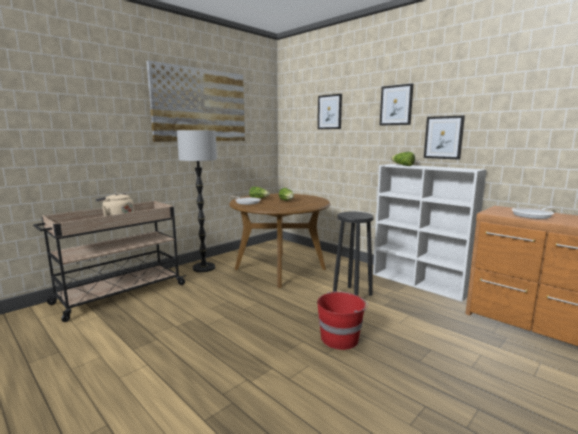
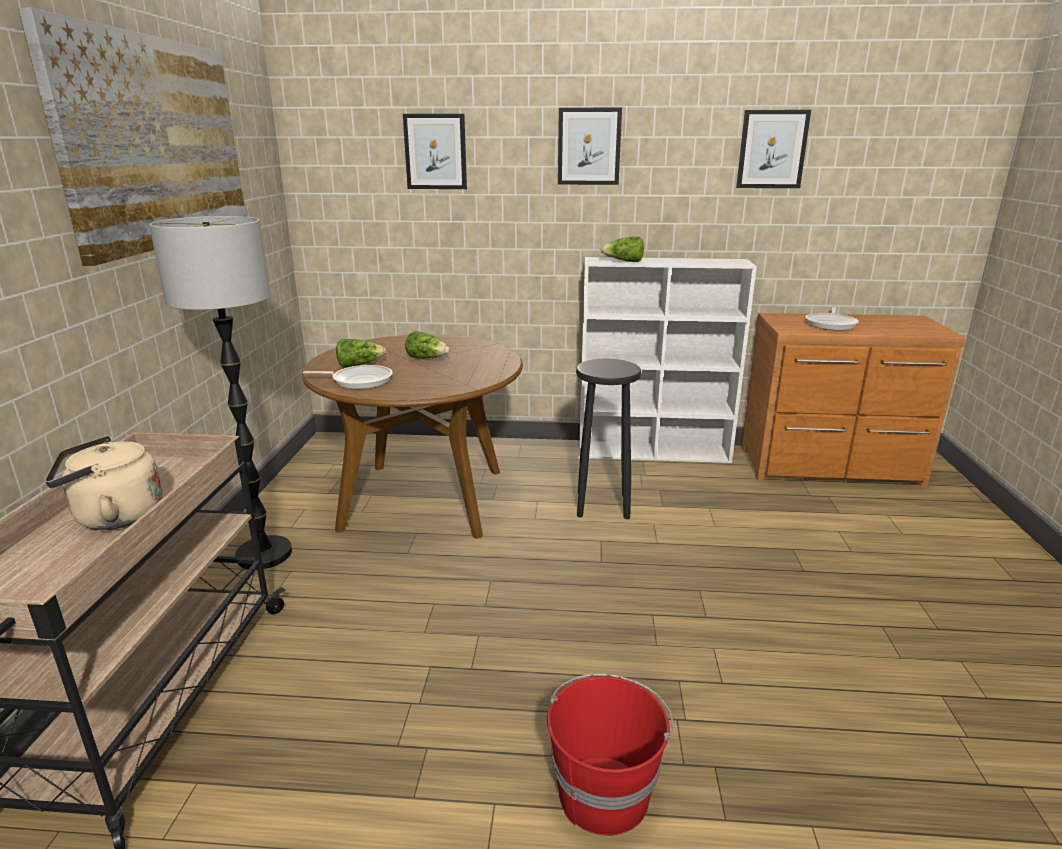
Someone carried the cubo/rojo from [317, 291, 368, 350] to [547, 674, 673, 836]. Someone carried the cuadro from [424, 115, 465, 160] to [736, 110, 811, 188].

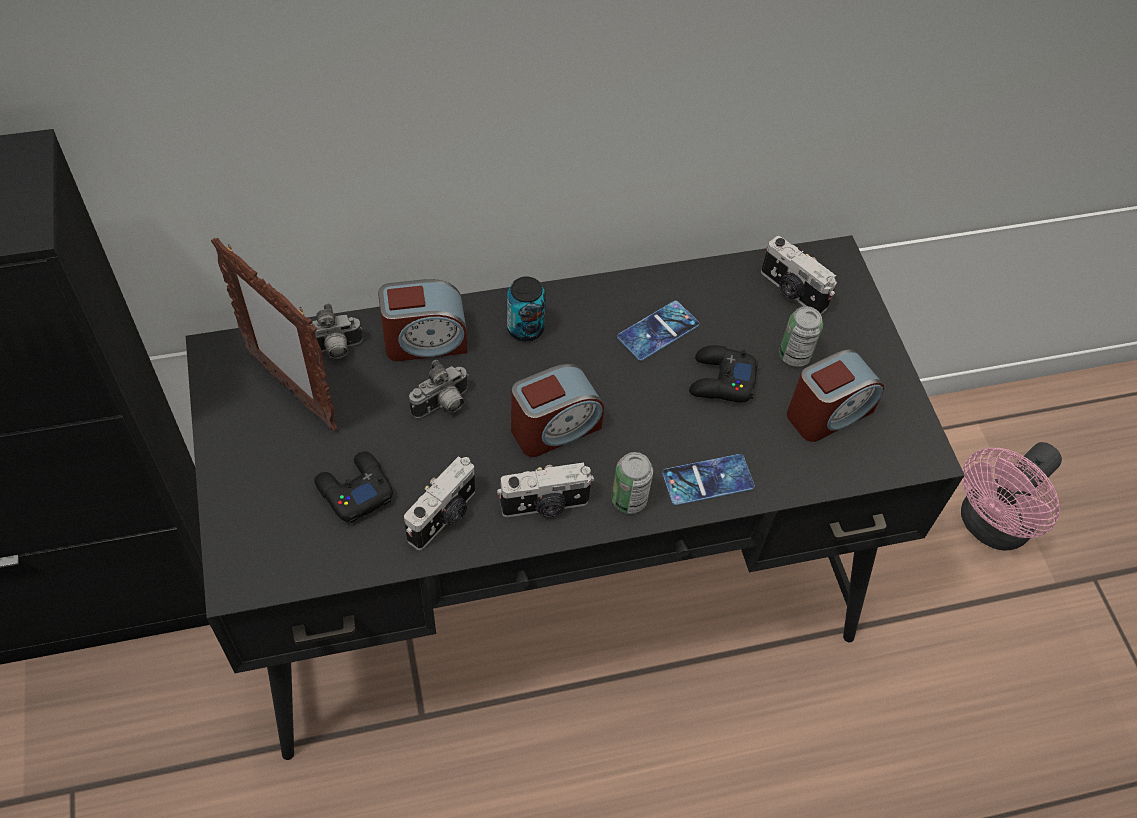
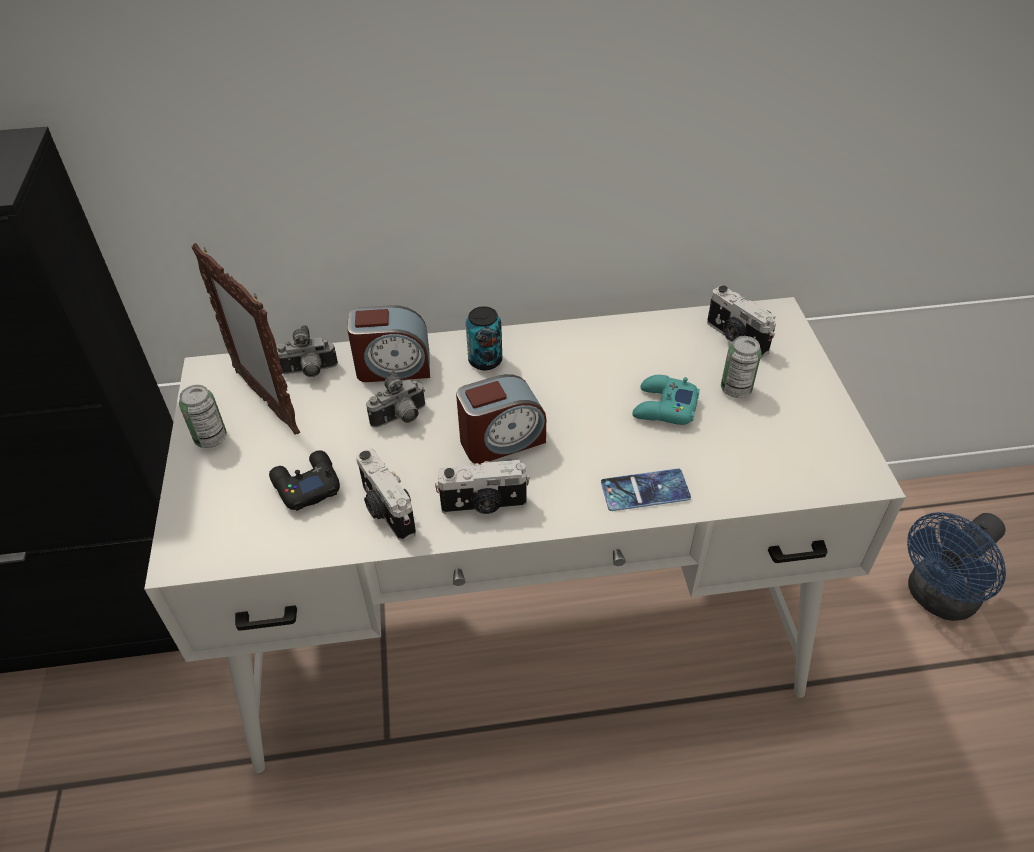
Someone repainted the escritorio/negro at [186, 235, 965, 760], which became the escritorio/blanco at [144, 297, 906, 773]. Someone carried the lata from [612, 452, 653, 514] to [179, 385, 227, 448]. Someone rotated the cámara at [404, 456, 475, 550] by 105 degrees clockwise. Someone repainted the mando de consola/negro at [689, 345, 759, 402], which became the mando de consola/turquesa at [632, 375, 700, 425]. Someone repainted the ventilador/rosa at [961, 442, 1062, 551], which became the ventilador/azul at [907, 512, 1006, 621]. Someone took away the móvil at [617, 301, 699, 361]. Someone took away the despertador at [787, 349, 884, 442].

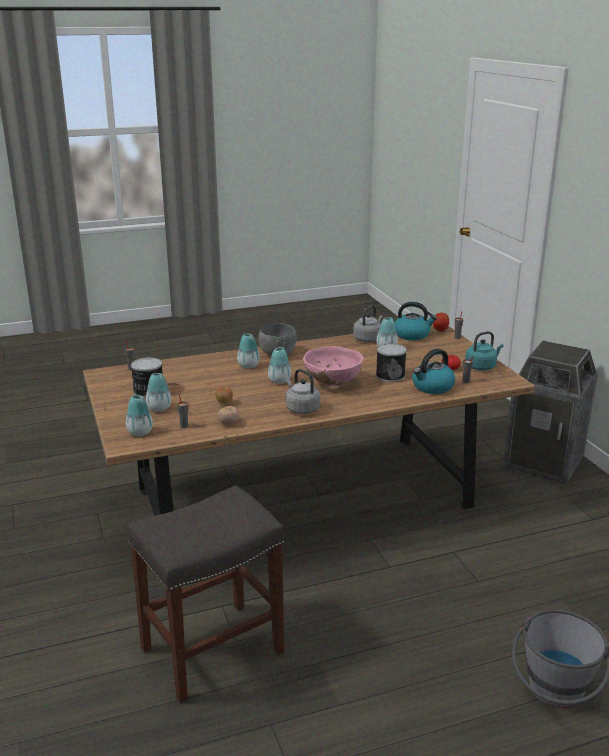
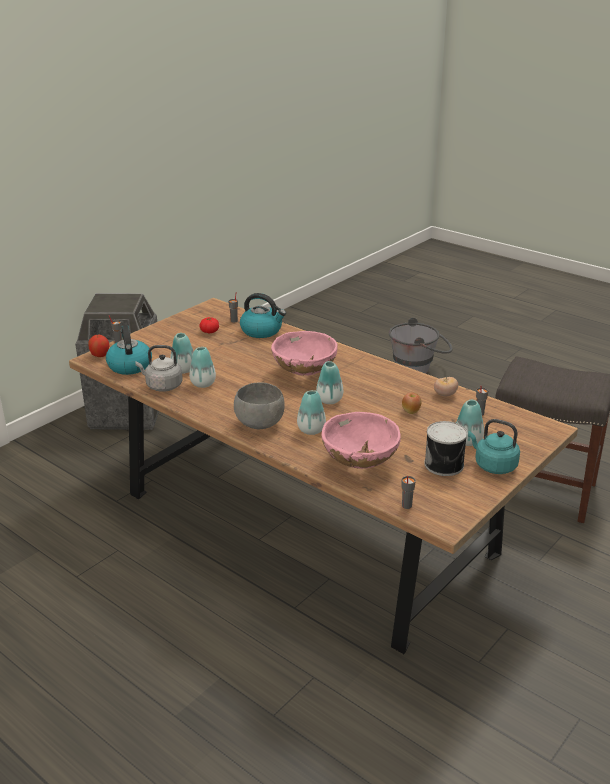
Someone carried the florero from [126, 395, 153, 436] to [189, 347, 216, 388]. Someone put down the cuenco/rosa at [321, 412, 401, 469]. Someone carried the hervidor/turquesa from [465, 331, 504, 370] to [468, 419, 520, 474]. Someone took away the hervidor/gris at [286, 369, 320, 414]. Someone took away the lata at [376, 343, 407, 382].

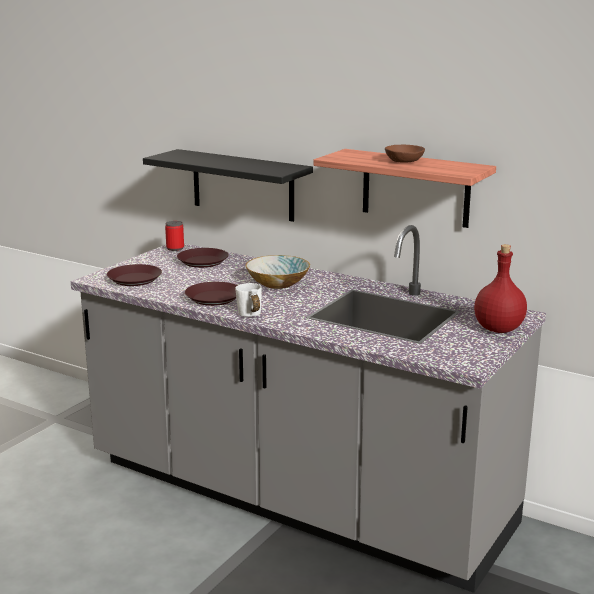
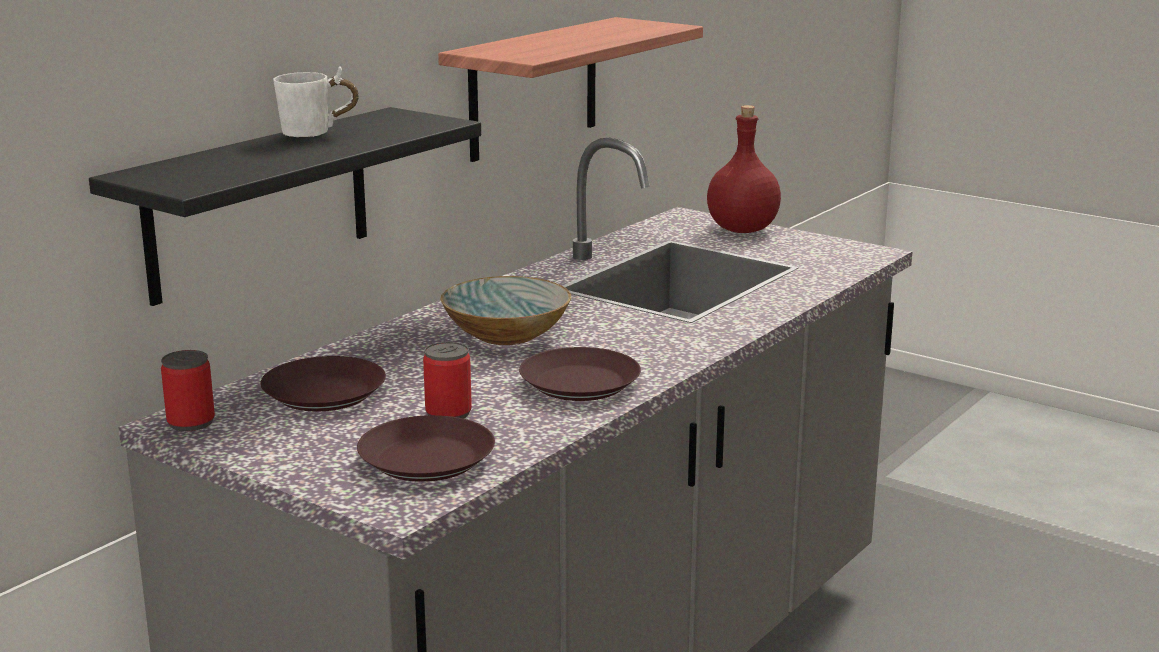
Someone carried the taza grande/blanco from [235, 283, 262, 317] to [273, 66, 359, 137]. Someone put down the lata at [423, 342, 472, 419]. Someone took away the cuenco/marrón at [385, 145, 425, 163].

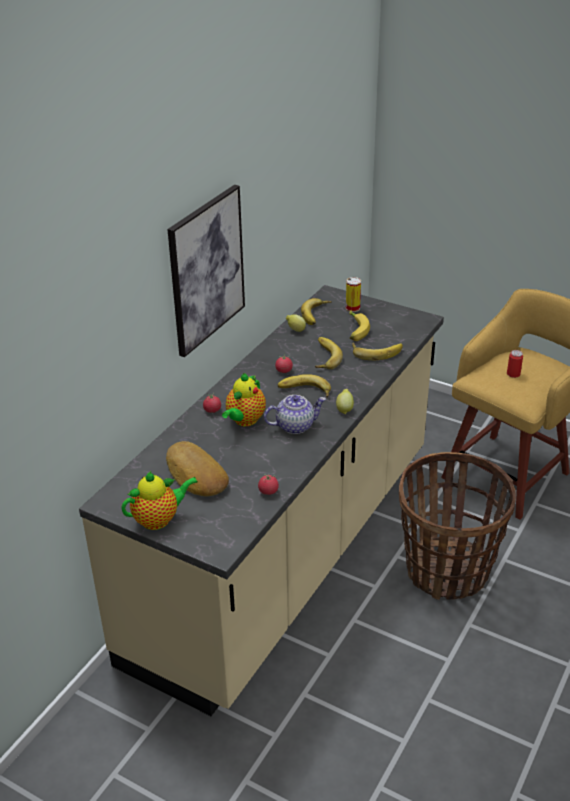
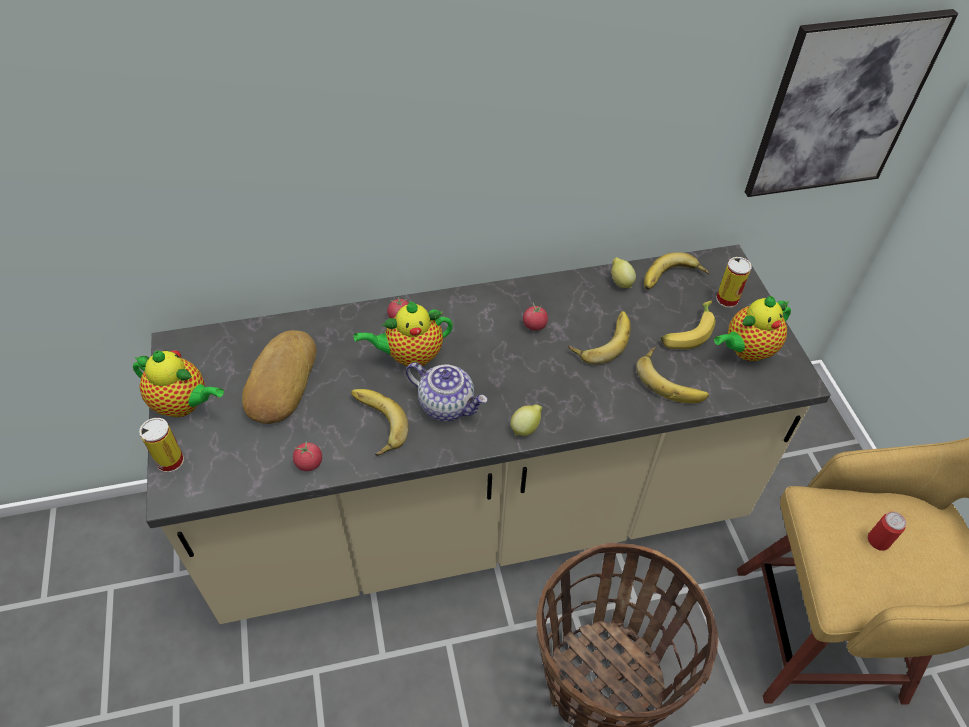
Someone put down the lata at [139, 418, 184, 473]. Someone carried the plátano from [278, 374, 331, 397] to [351, 389, 409, 456]. Someone put down the tetera at [714, 296, 791, 361]. Someone carried the cuadro from [167, 185, 245, 357] to [745, 9, 958, 197].

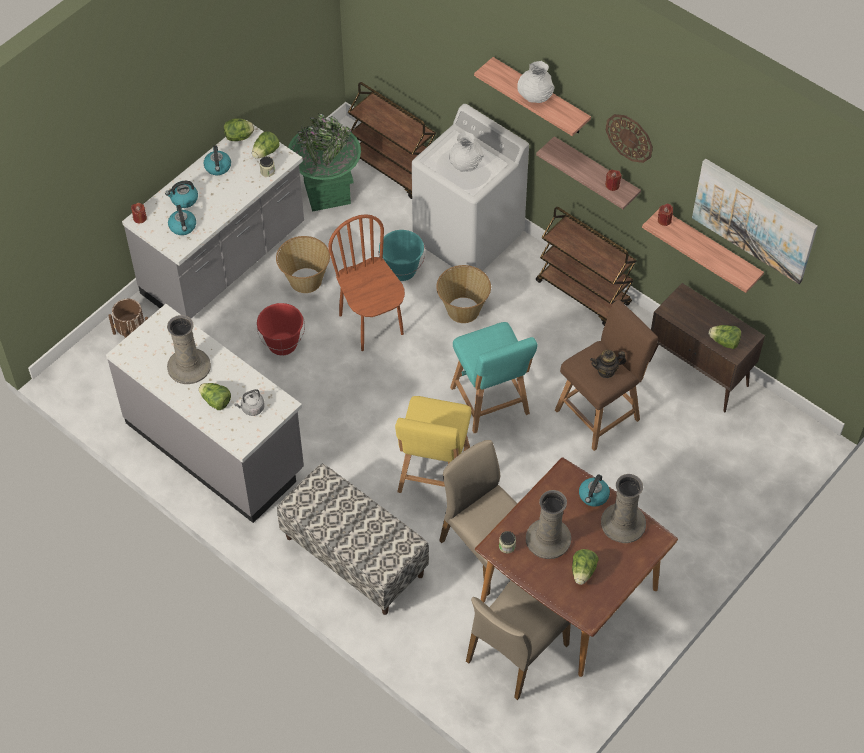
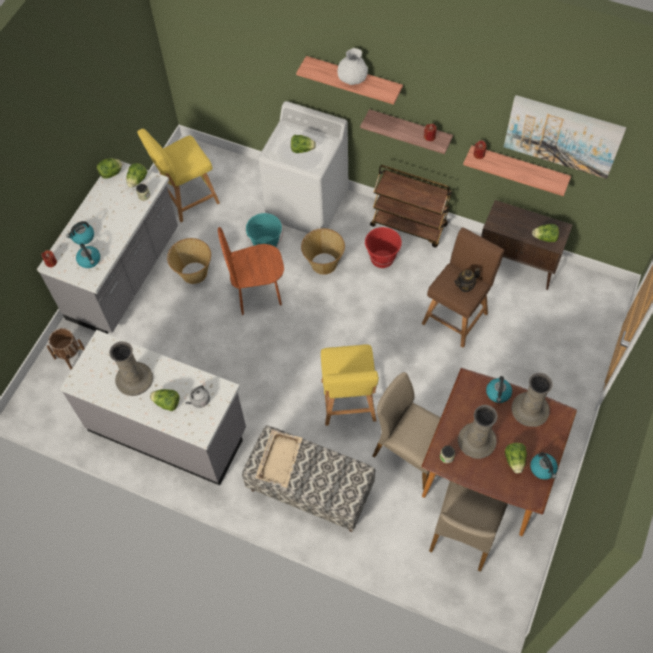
Someone swapped the maceta/verde at [288, 113, 361, 212] for the taburete/amarillo at [137, 129, 220, 222]. Someone rotated the silla/marrón at [328, 214, 405, 351] by 60 degrees counterclockwise. Someone put down the bandeja/beis at [255, 430, 303, 488]. Someone swapped the florero/blanco at [449, 131, 484, 172] for the lechuga at [291, 135, 316, 153]. Someone carried the cubo/rojo from [257, 303, 305, 355] to [365, 227, 402, 268]. Someone carried the hervidor from [204, 145, 231, 175] to [530, 452, 558, 479]. Someone took away the carrito/marrón at [348, 82, 436, 199]. Someone took away the taburete/turquesa at [450, 322, 538, 433]. Someone took away the reloj de pared at [606, 114, 653, 163].

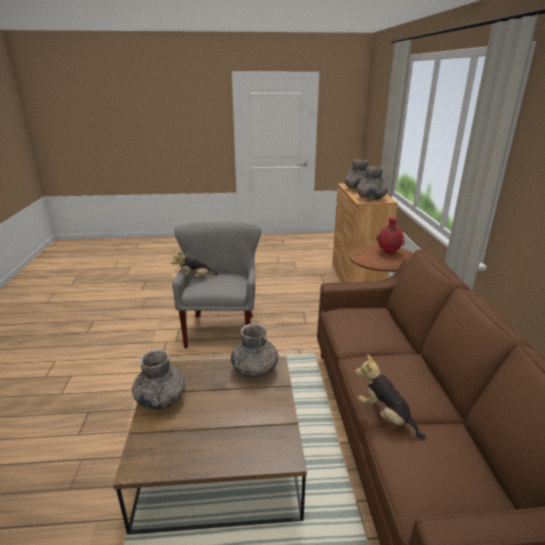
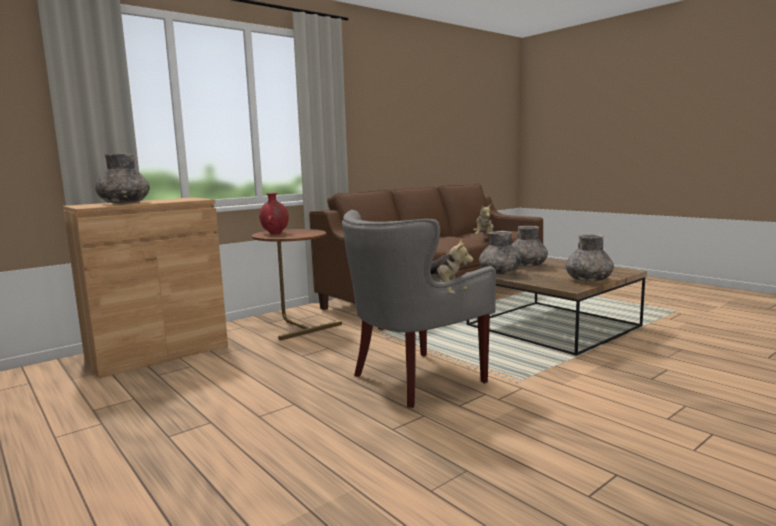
Someone carried the florero/gris from [357, 166, 388, 200] to [511, 226, 548, 267].

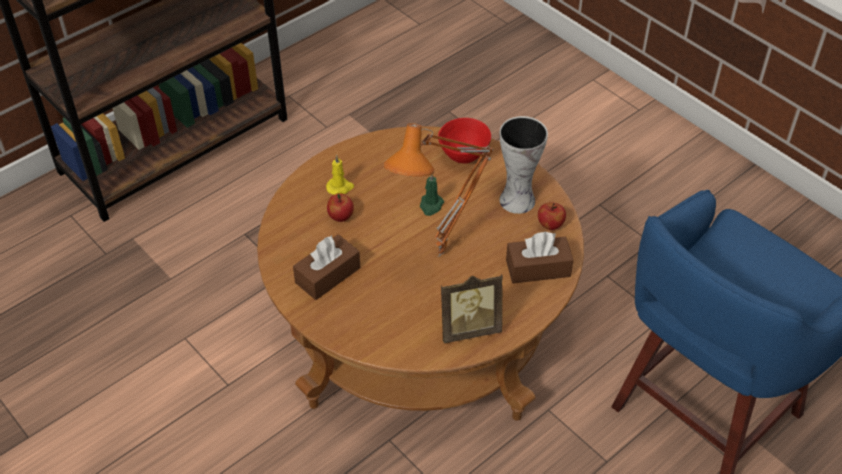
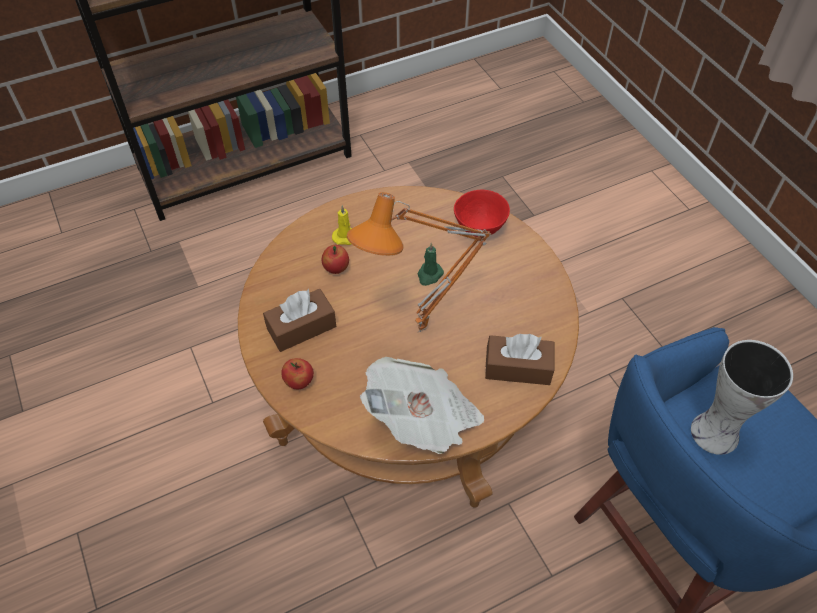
Someone carried the manzana from [538, 203, 566, 230] to [281, 358, 314, 389]. Someone swapped the portarretratos at [441, 274, 503, 343] for the periódico at [360, 357, 484, 454]. Someone carried the florero from [499, 116, 548, 214] to [691, 340, 793, 455].

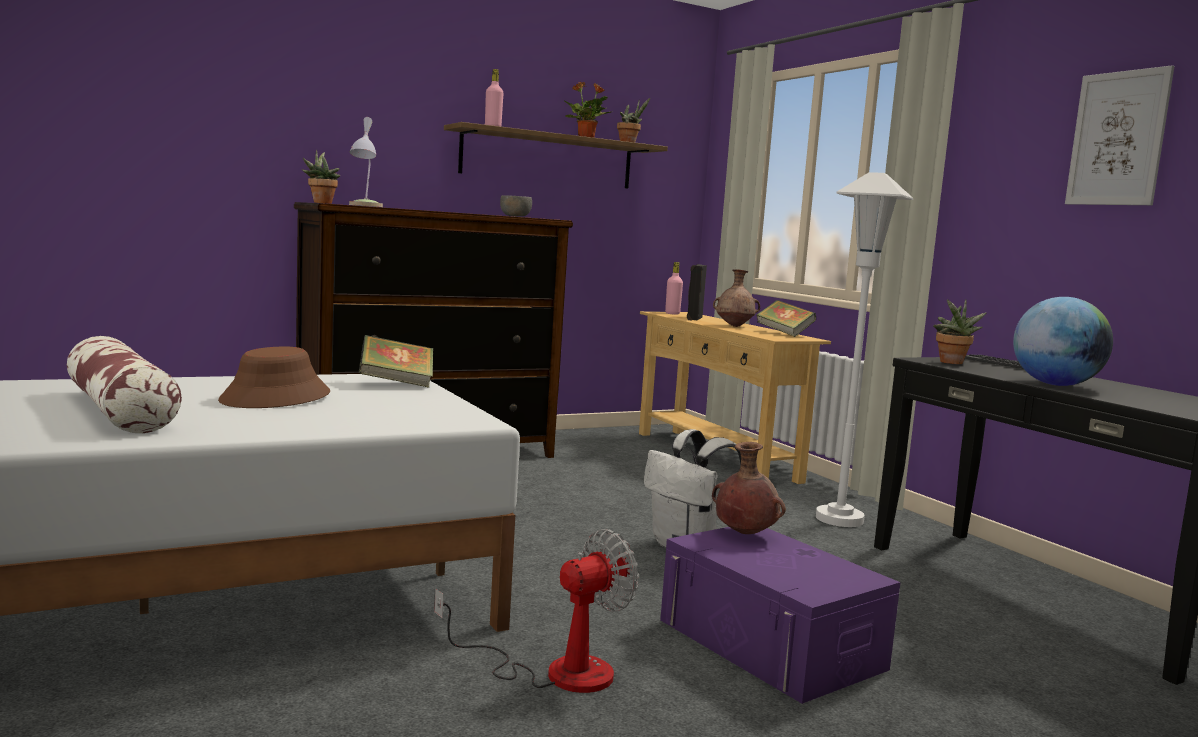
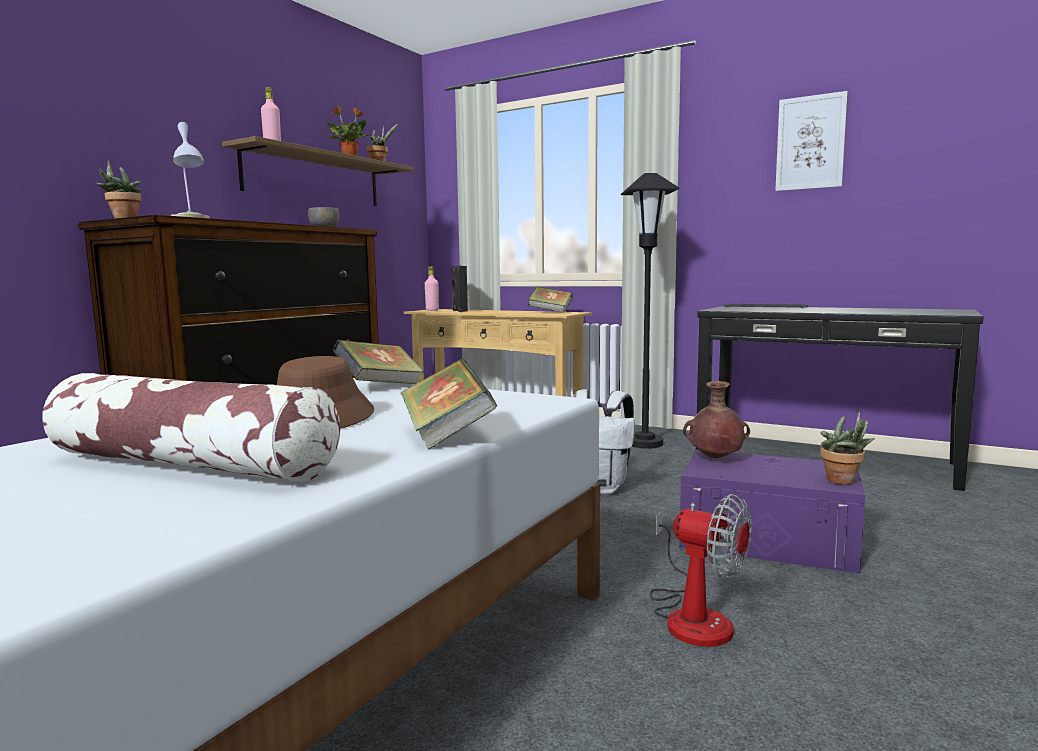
Someone put down the libro at [400, 359, 497, 449]. Someone repainted the lámpara de pie/blanco at [816, 172, 913, 527], which became the lámpara de pie/negro at [621, 173, 679, 448]. Someone rotated the ventilador at [434, 529, 639, 693] by 105 degrees clockwise. Someone carried the planta en maceta from [933, 299, 986, 364] to [820, 411, 875, 484]. Someone took away the florero/marrón at [713, 269, 760, 327]. Someone took away the globo terráqueo at [1013, 297, 1113, 386].

